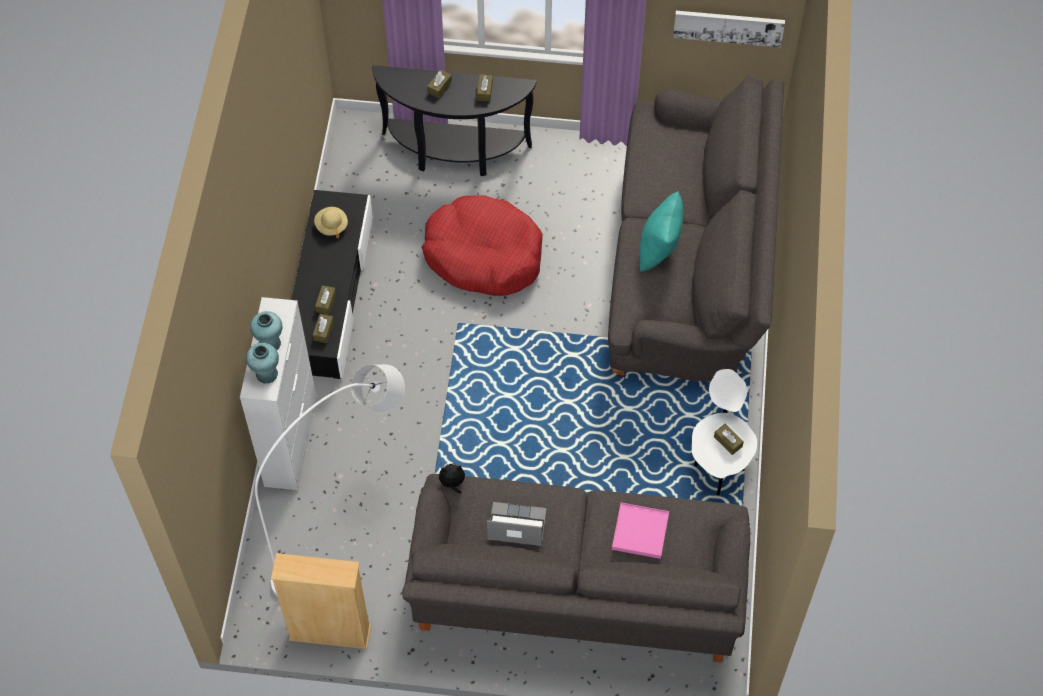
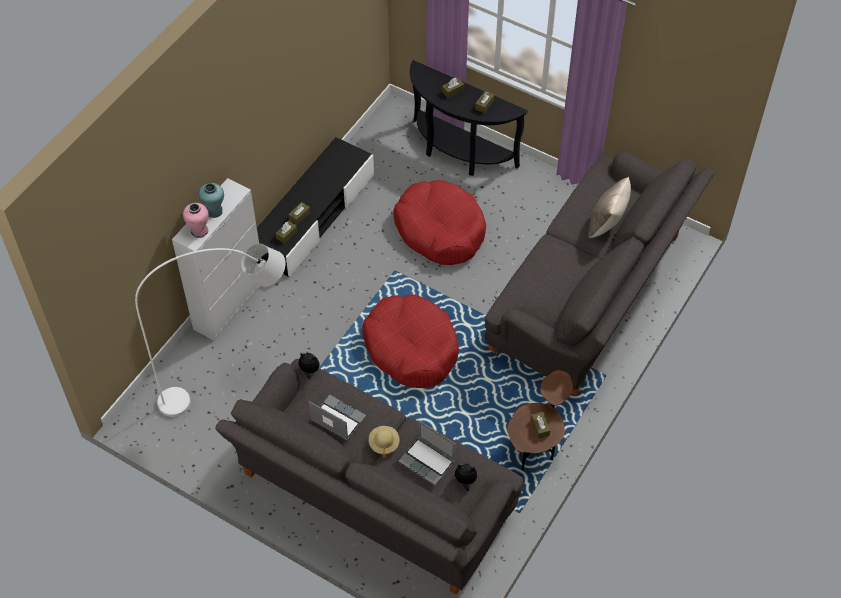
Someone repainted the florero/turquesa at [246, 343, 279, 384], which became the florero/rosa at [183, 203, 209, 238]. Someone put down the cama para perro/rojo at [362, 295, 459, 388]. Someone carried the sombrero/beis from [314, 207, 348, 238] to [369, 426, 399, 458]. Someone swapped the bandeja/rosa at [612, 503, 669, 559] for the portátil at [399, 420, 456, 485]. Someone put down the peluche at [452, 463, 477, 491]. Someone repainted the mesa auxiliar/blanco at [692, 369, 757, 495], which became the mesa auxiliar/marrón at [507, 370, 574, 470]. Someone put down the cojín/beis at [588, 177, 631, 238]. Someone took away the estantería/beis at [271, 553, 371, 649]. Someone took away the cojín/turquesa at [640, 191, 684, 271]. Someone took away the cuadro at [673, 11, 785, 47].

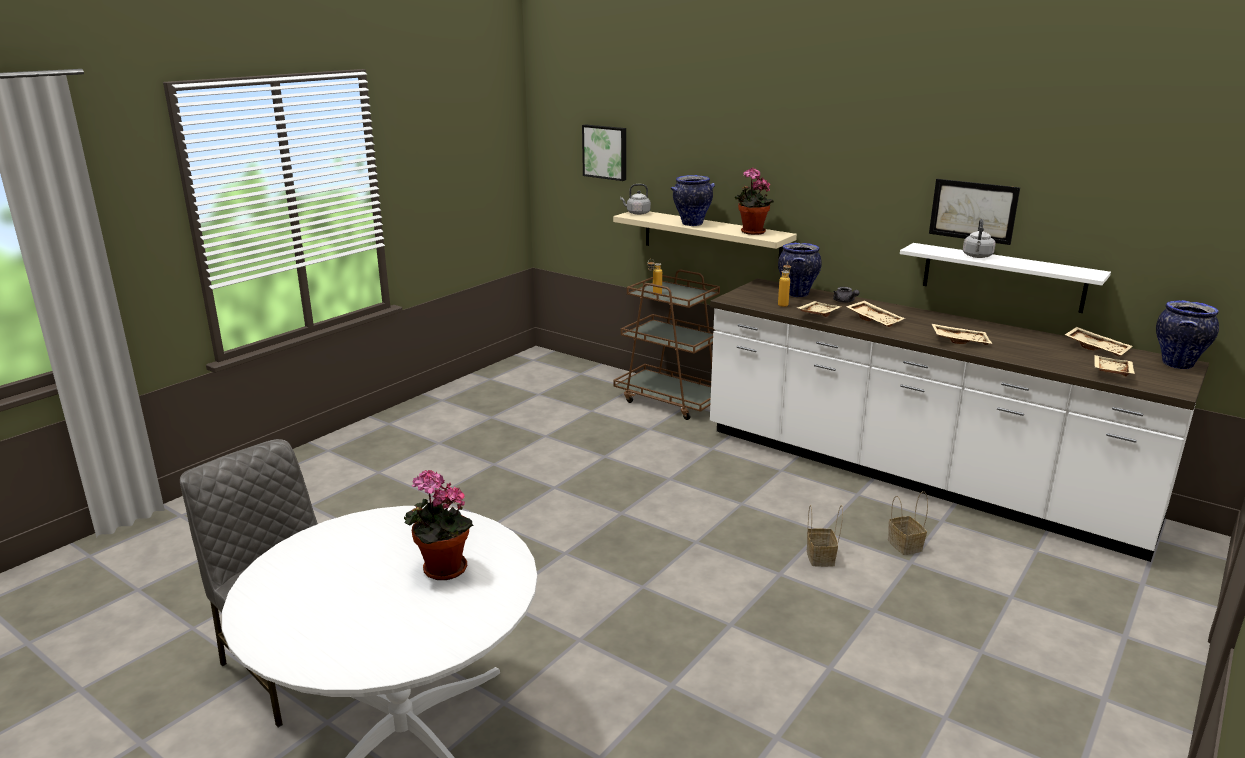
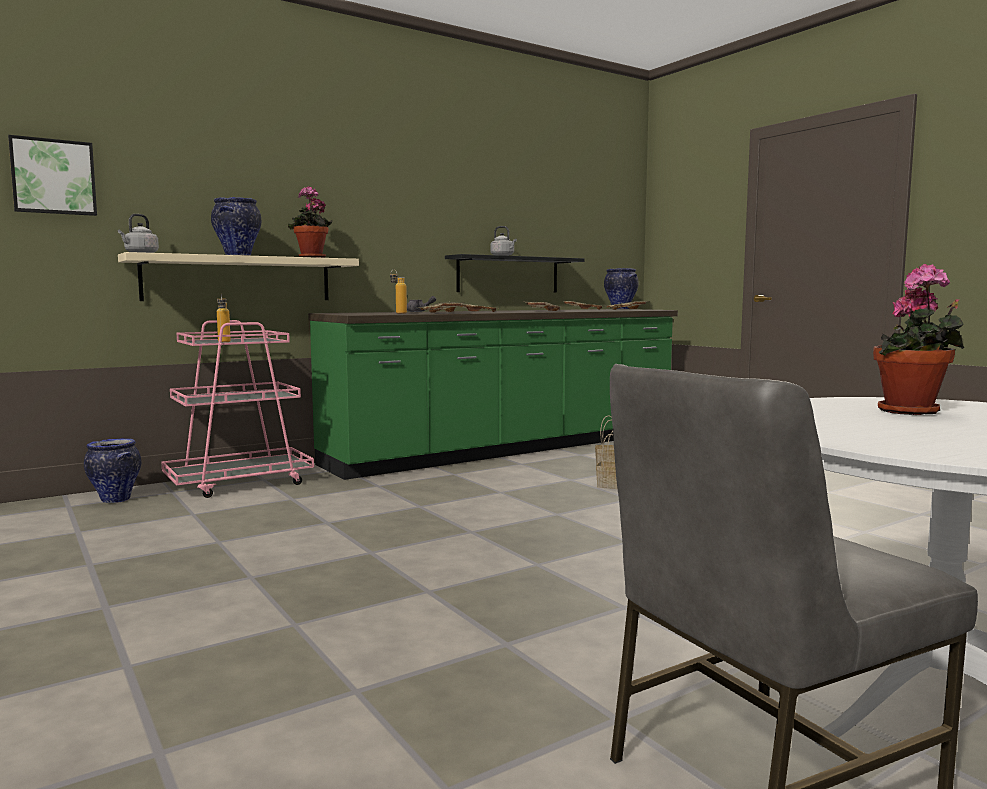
Someone carried the florero from [778, 243, 822, 297] to [84, 439, 141, 503]. Someone repainted the carrito/marrón at [614, 269, 720, 420], which became the carrito/rosa at [161, 320, 314, 498]. Someone repainted the mueble bajo de cocina/blanco at [710, 278, 1209, 562], which became the mueble bajo de cocina/verde at [308, 309, 678, 480]. Someone repainted the estante/blanco at [900, 243, 1111, 313], which became the estante/negro at [445, 254, 585, 292]. Someone took away the cuadro at [929, 179, 1020, 245].

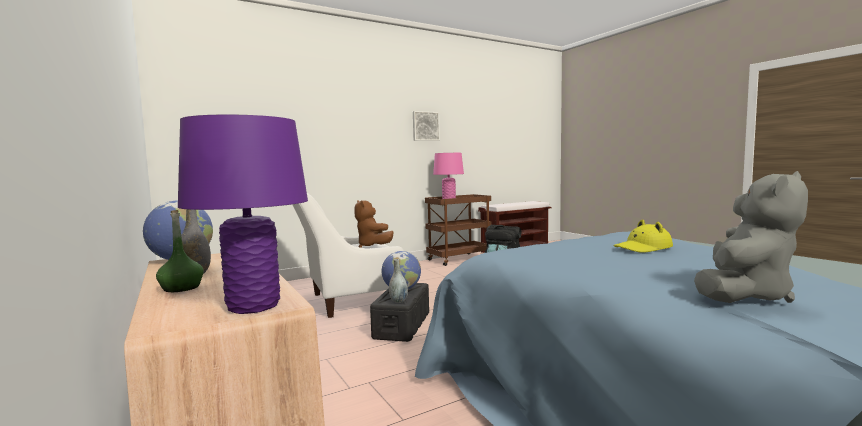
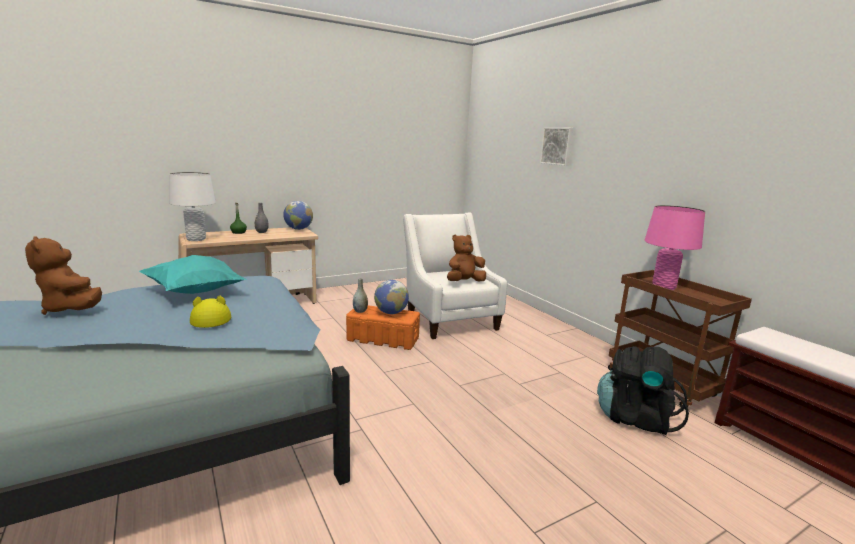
Someone repainted the peluche/gris at [694, 171, 808, 303], which became the peluche/marrón at [25, 236, 102, 315]. Someone put down the cojín/turquesa at [139, 255, 247, 294]. Someone repainted the lámpara de mesa/morado at [178, 114, 308, 314], which became the lámpara de mesa/blanco at [169, 172, 216, 241]. Someone repainted the caja de almacenaje/negro at [370, 283, 429, 342], which became the caja de almacenaje/naranja at [346, 305, 420, 350]. Someone carried the cuadro from [413, 111, 440, 141] to [540, 127, 573, 166].

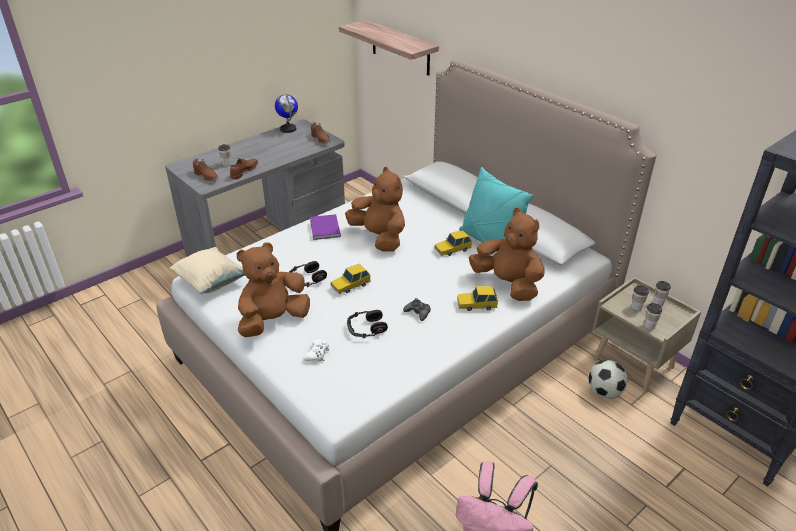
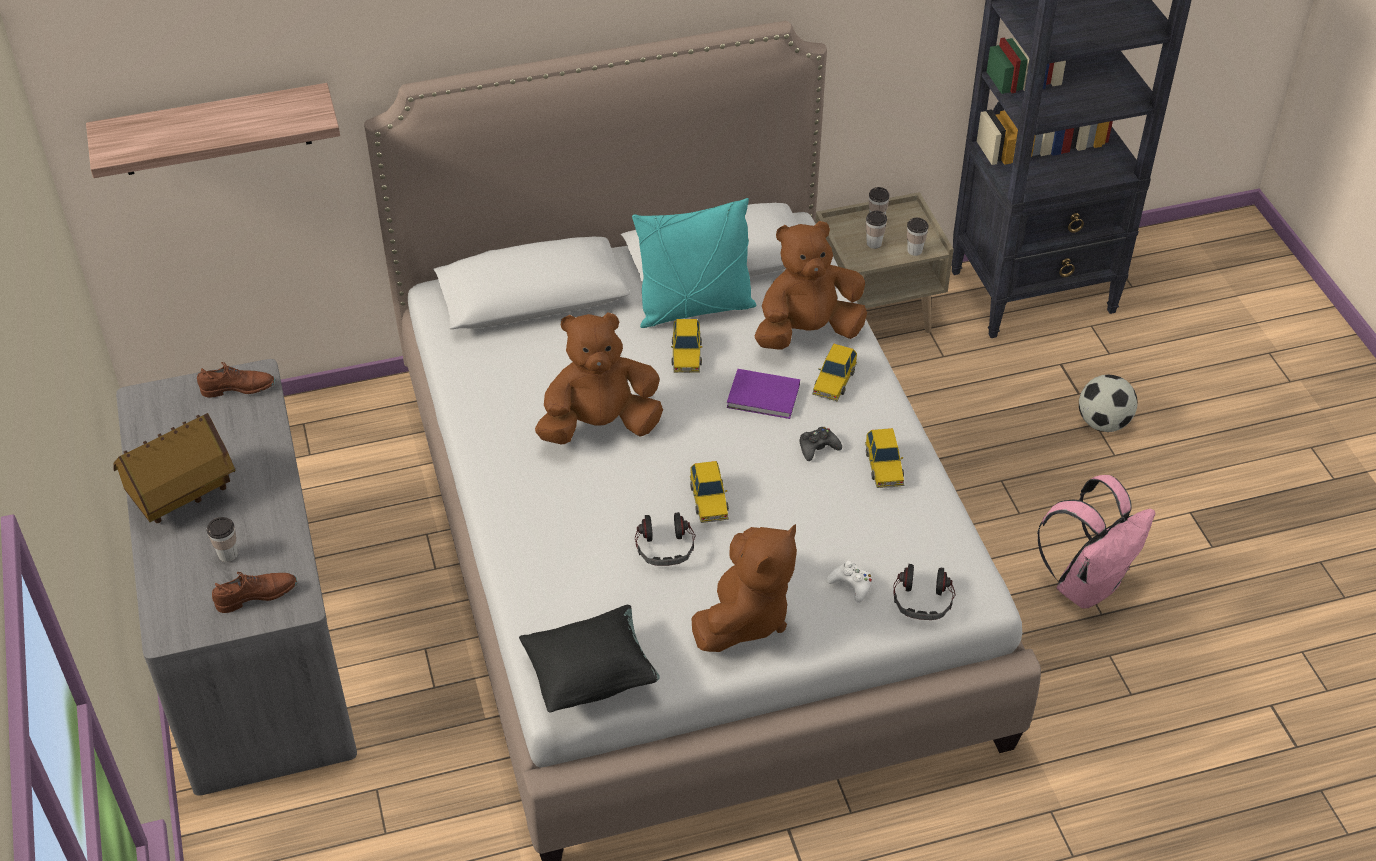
Someone put down the casita at [113, 413, 236, 523]. Someone repainted the cojín/beis at [170, 247, 245, 294], which became the cojín/negro at [519, 604, 660, 713]. Someone rotated the peluche/marrón at [237, 242, 310, 337] by 135 degrees counterclockwise. Someone carried the libro/morado from [310, 214, 341, 240] to [727, 369, 800, 419]. Someone put down the coche de juguete at [865, 428, 904, 488]. Someone carried the auriculares from [347, 310, 388, 338] to [893, 564, 956, 620]. Someone carried the balón de fútbol from [588, 360, 627, 399] to [1079, 374, 1138, 432]. Someone took away the zapato/marrón at [230, 158, 258, 180]. Someone took away the globo terráqueo at [275, 94, 298, 133].

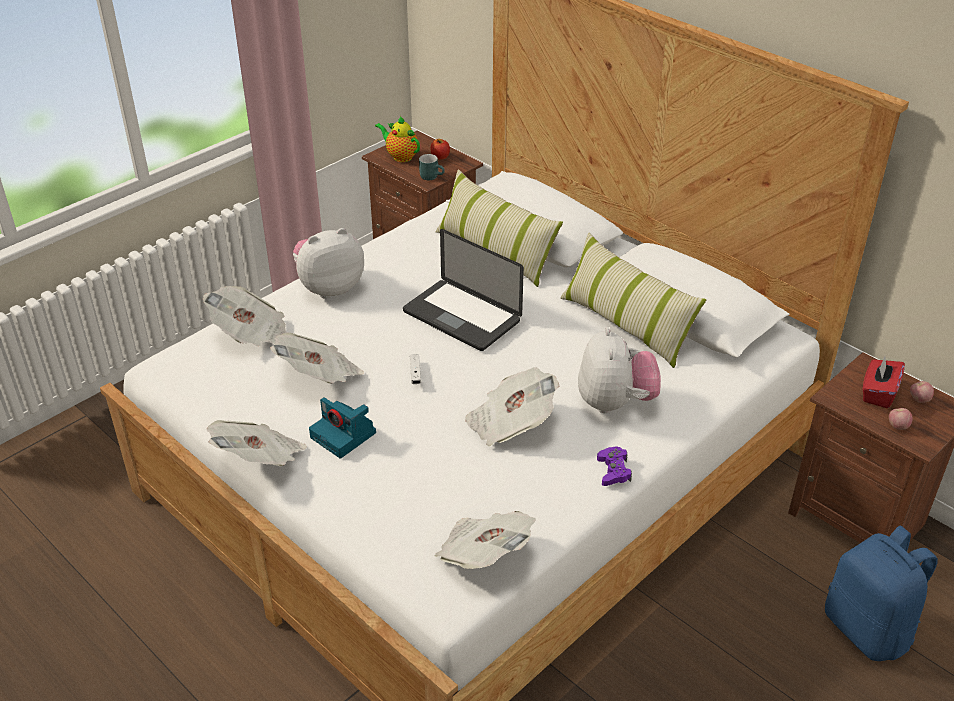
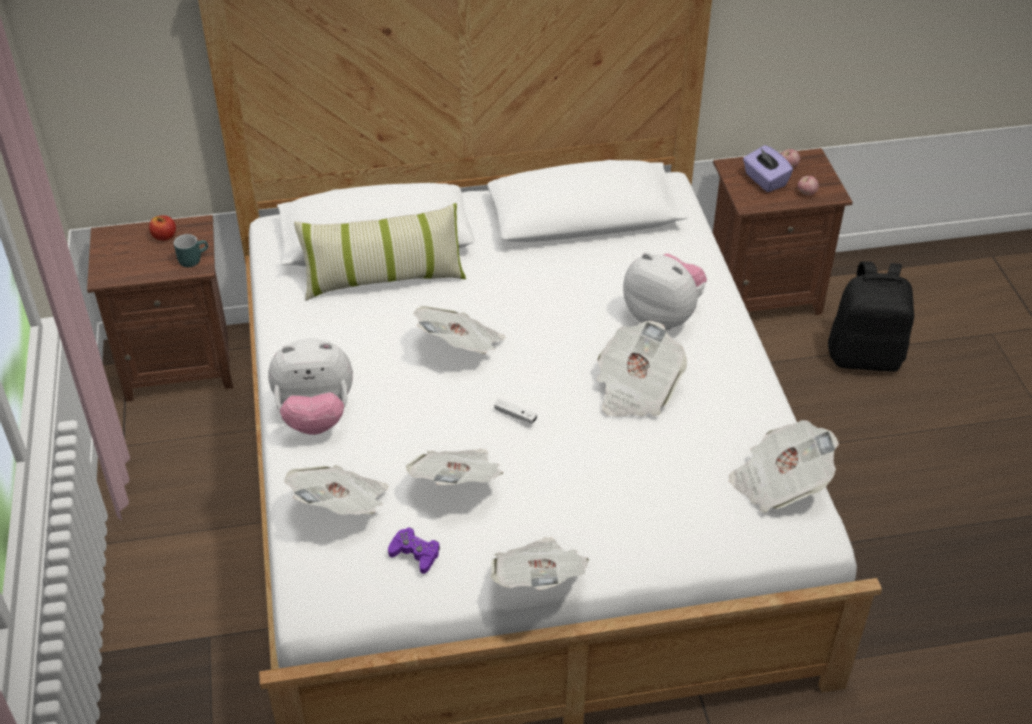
Someone rotated the peluche at [293, 228, 364, 298] by 105 degrees counterclockwise. Someone carried the mando de consola/morado from [597, 447, 632, 486] to [388, 527, 440, 574]. Someone swapped the portátil at [403, 229, 524, 351] for the periódico at [414, 306, 506, 354]. Someone repainted the caja de pañuelos/rojo at [863, 357, 905, 408], which became the caja de pañuelos/morado at [743, 145, 793, 192]. Someone repainted the mochila/azul at [825, 526, 938, 661], which became the mochila/negro at [828, 261, 914, 372]. Someone took away the cámara at [309, 397, 376, 458]. Someone took away the tetera at [375, 116, 420, 162]. Someone took away the cojín at [560, 233, 706, 368].

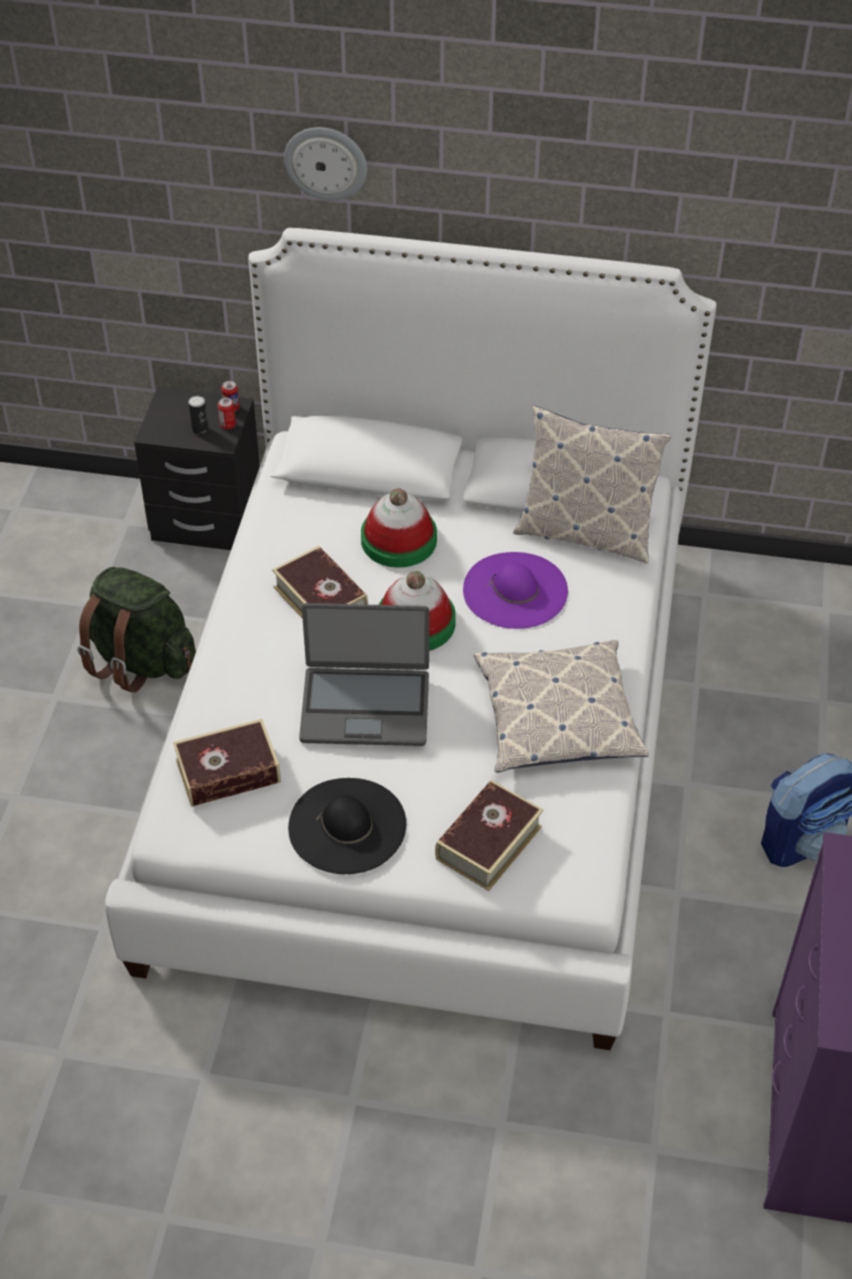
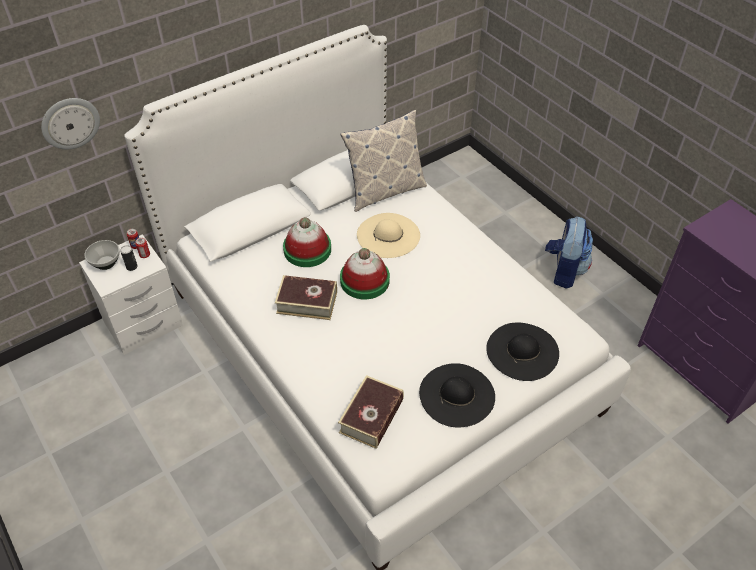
Someone carried the reloj de pared from [284, 127, 367, 200] to [41, 98, 100, 149]. Someone repainted the mesita de noche/negro at [134, 388, 260, 550], which became the mesita de noche/blanco at [79, 234, 183, 355]. Someone put down the cuenco at [84, 240, 120, 270]. Someone repainted the sombrero/morado at [463, 552, 568, 629], which became the sombrero/beis at [357, 213, 420, 258]. Someone swapped the libro at [435, 780, 543, 891] for the sombrero/negro at [486, 323, 559, 381]. Someone took away the mochila/verde at [78, 567, 196, 693]. Someone took away the portátil at [299, 603, 429, 746]. Someone took away the cojín at [474, 640, 649, 772].

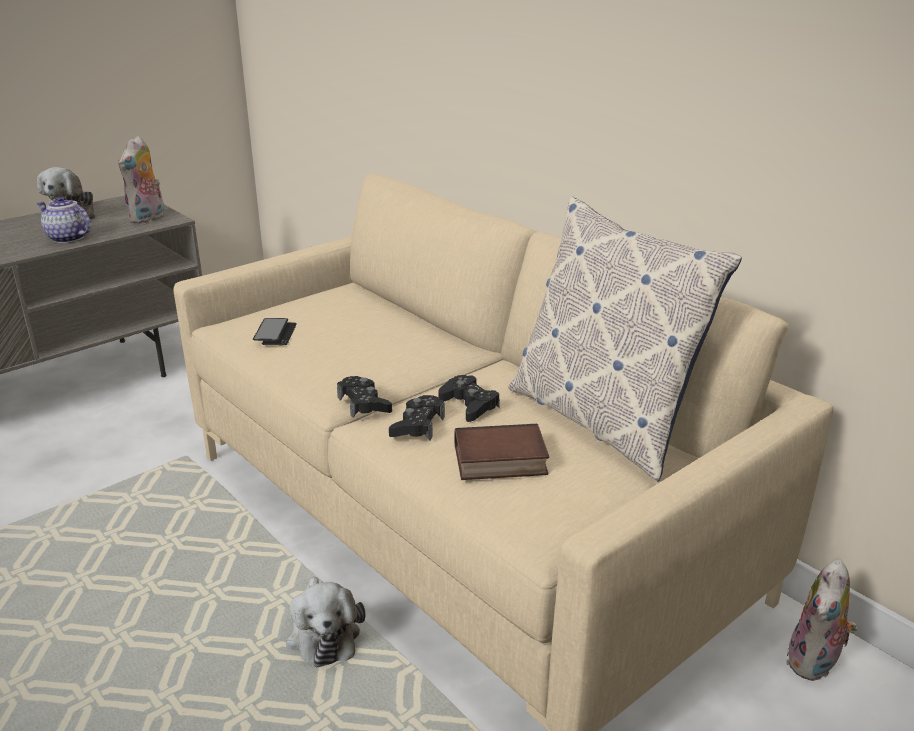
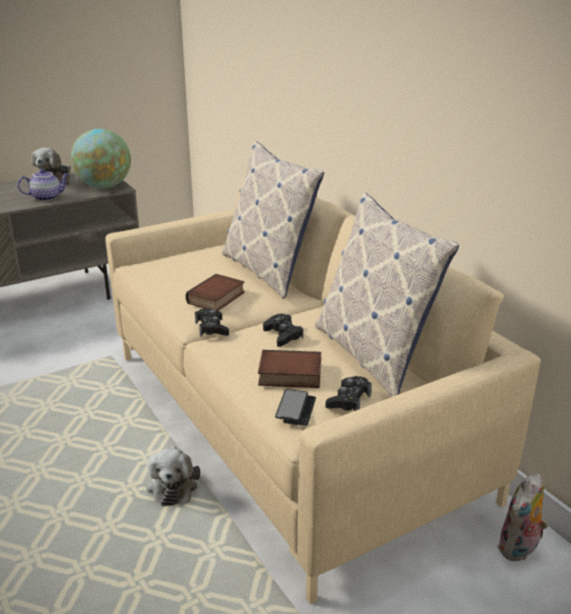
Someone rotated the tetera at [37, 196, 91, 243] by 120 degrees clockwise. Someone swapped the peluche at [118, 136, 164, 224] for the globo terráqueo at [71, 129, 131, 188]. Someone put down the libro at [186, 274, 245, 311]. Someone put down the cojín at [222, 141, 324, 299]. Someone carried the móvil from [253, 318, 297, 345] to [275, 389, 316, 426]. Someone carried the mando de consola/negro from [389, 395, 445, 440] to [326, 376, 372, 411].

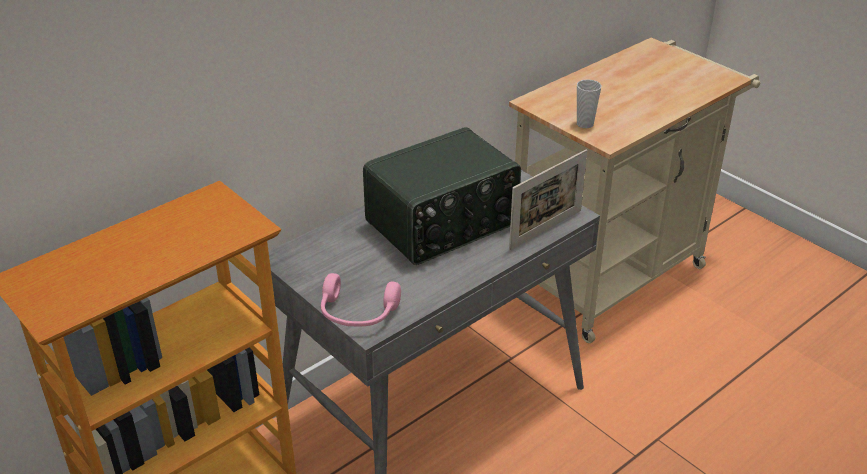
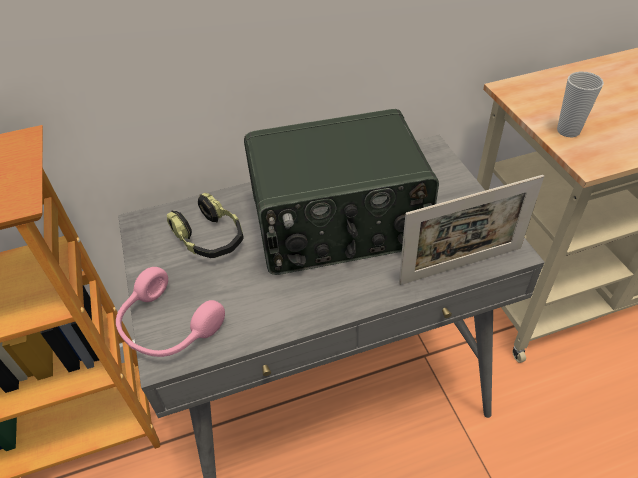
Someone put down the auriculares at [167, 193, 244, 258].

